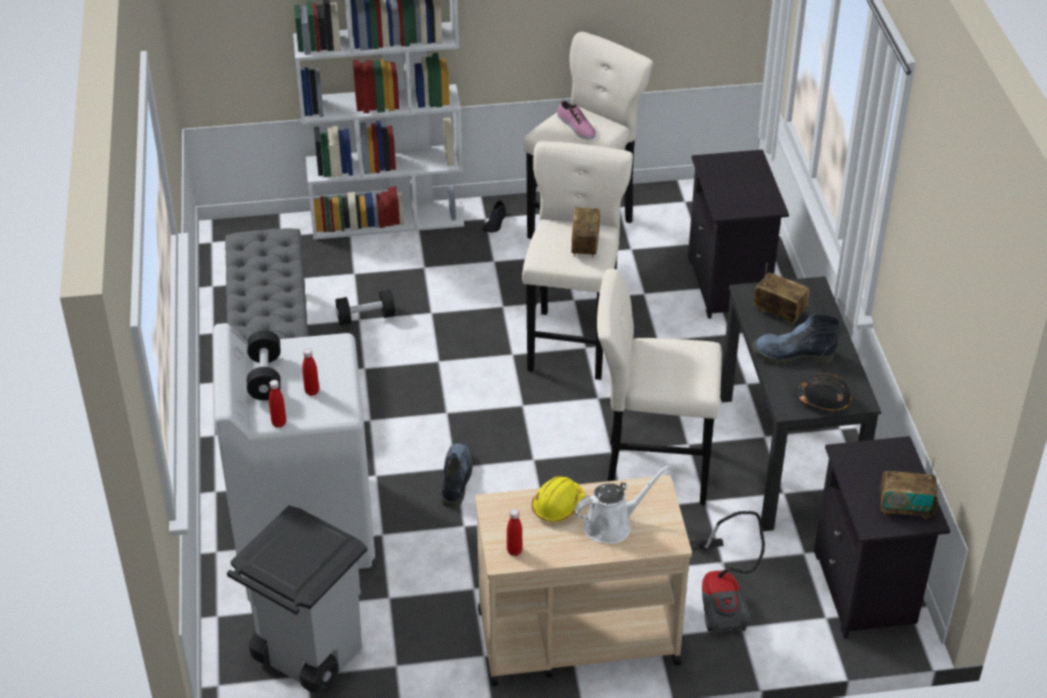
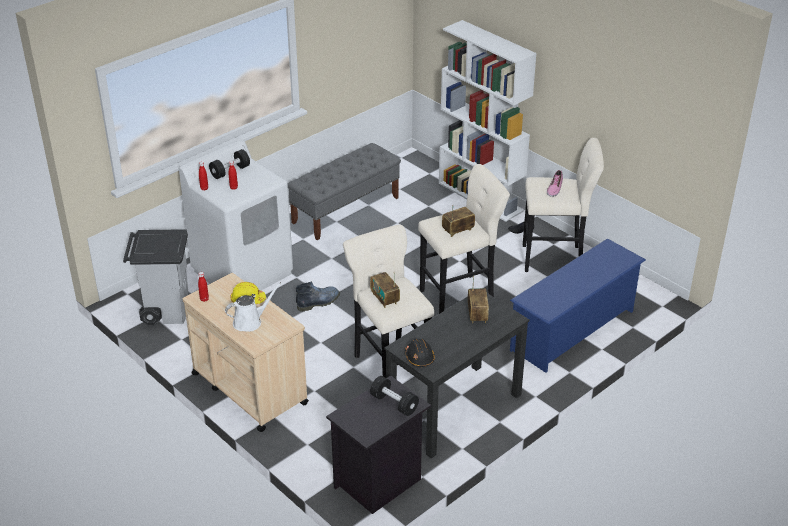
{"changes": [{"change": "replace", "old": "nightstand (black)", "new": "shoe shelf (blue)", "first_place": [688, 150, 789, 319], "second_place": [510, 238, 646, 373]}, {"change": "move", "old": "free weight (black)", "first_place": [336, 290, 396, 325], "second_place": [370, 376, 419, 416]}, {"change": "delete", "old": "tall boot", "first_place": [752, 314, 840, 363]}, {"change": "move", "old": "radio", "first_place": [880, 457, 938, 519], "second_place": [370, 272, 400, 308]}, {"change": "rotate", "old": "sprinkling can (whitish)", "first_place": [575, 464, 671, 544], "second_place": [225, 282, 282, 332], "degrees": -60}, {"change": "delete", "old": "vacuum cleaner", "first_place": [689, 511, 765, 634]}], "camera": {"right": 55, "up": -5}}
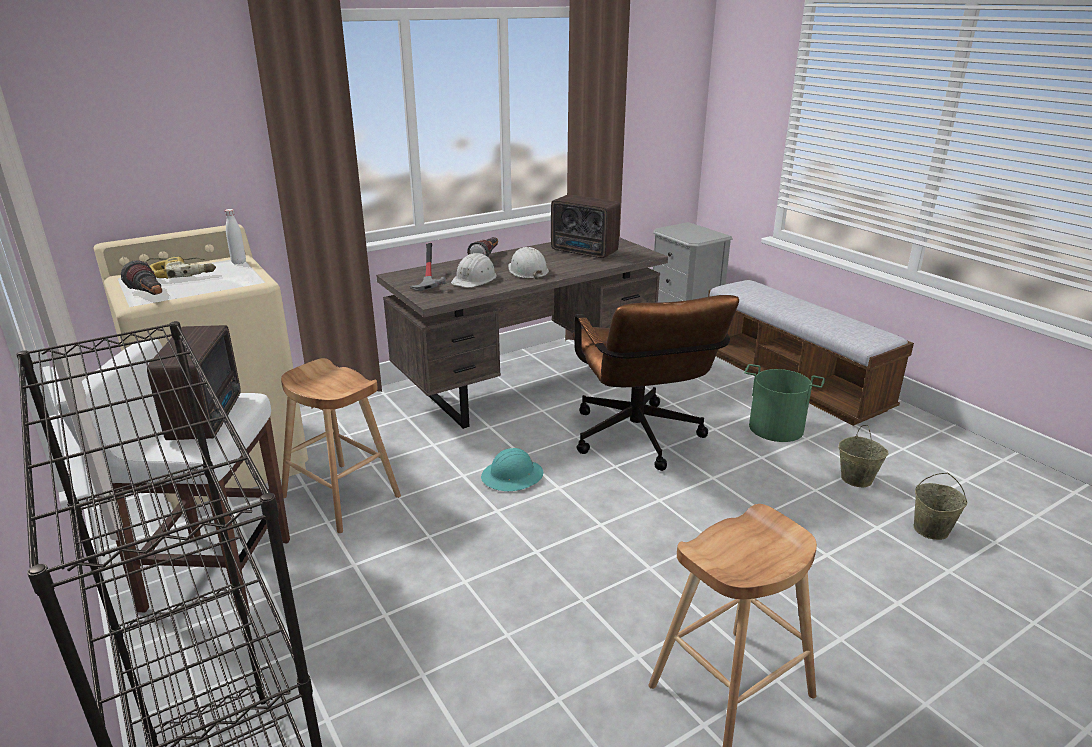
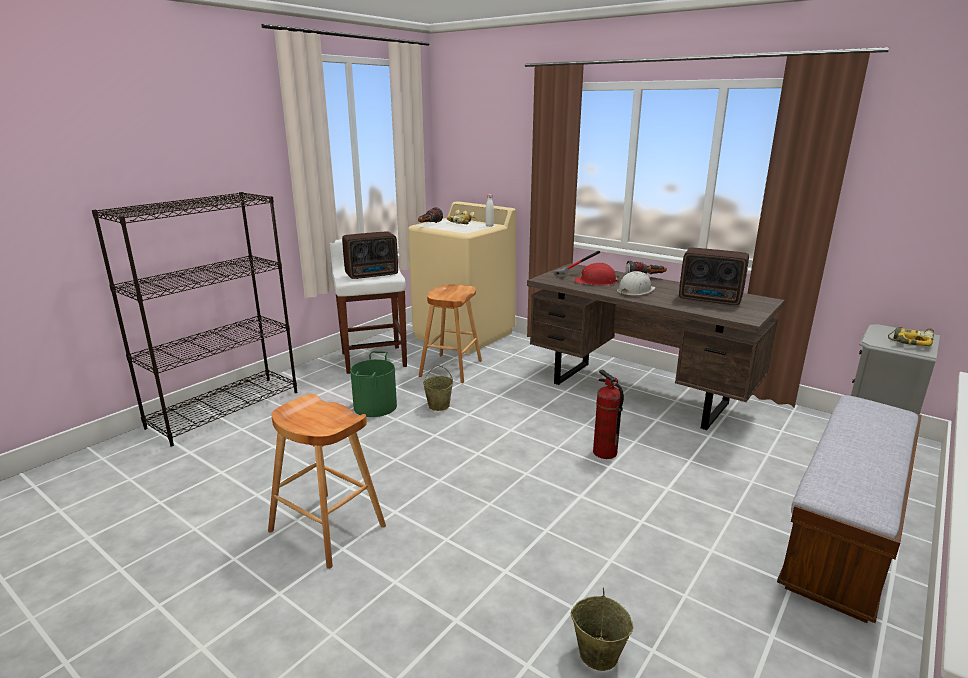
{"changes": [{"change": "rotate", "old": "radio", "first_place": [551, 195, 620, 258], "second_place": [679, 248, 749, 305], "degrees": -75}, {"change": "recolor", "old": "safety helmet (whitish)", "new": "safety helmet (reddish)", "first_place": [451, 253, 497, 288], "second_place": [575, 263, 620, 285]}, {"change": "replace", "old": "computer chair (brownish)", "new": "extinguisher", "first_place": [572, 295, 739, 471], "second_place": [593, 370, 624, 459]}, {"change": "move", "old": "water bucket (green)", "first_place": [744, 364, 825, 442], "second_place": [350, 351, 397, 417]}, {"change": "move", "old": "water bucket (beige-coloured)", "first_place": [838, 425, 888, 487], "second_place": [423, 365, 453, 411]}, {"change": "delete", "old": "safety helmet (turquoise-coloured)", "first_place": [481, 448, 543, 491]}, {"change": "insert", "new": "electric drill", "second_place": [888, 327, 934, 346]}], "camera": {"right": 70, "up": -5}}
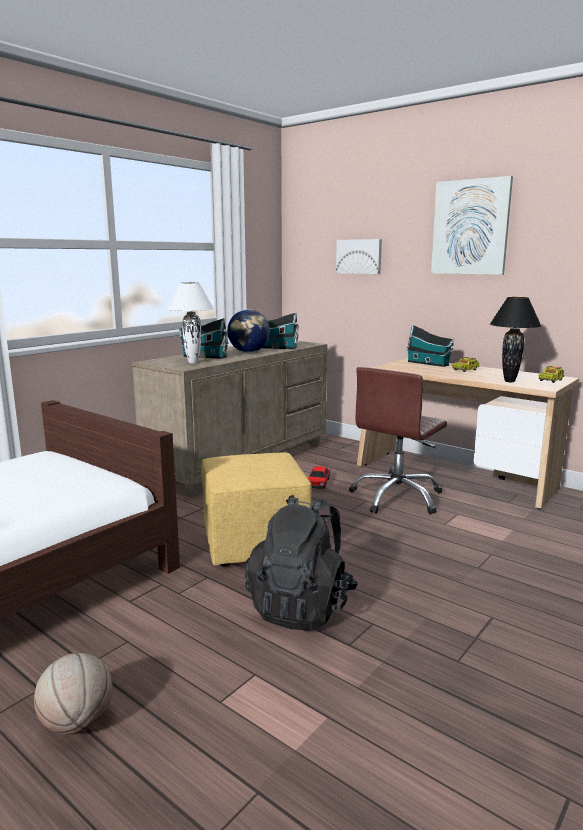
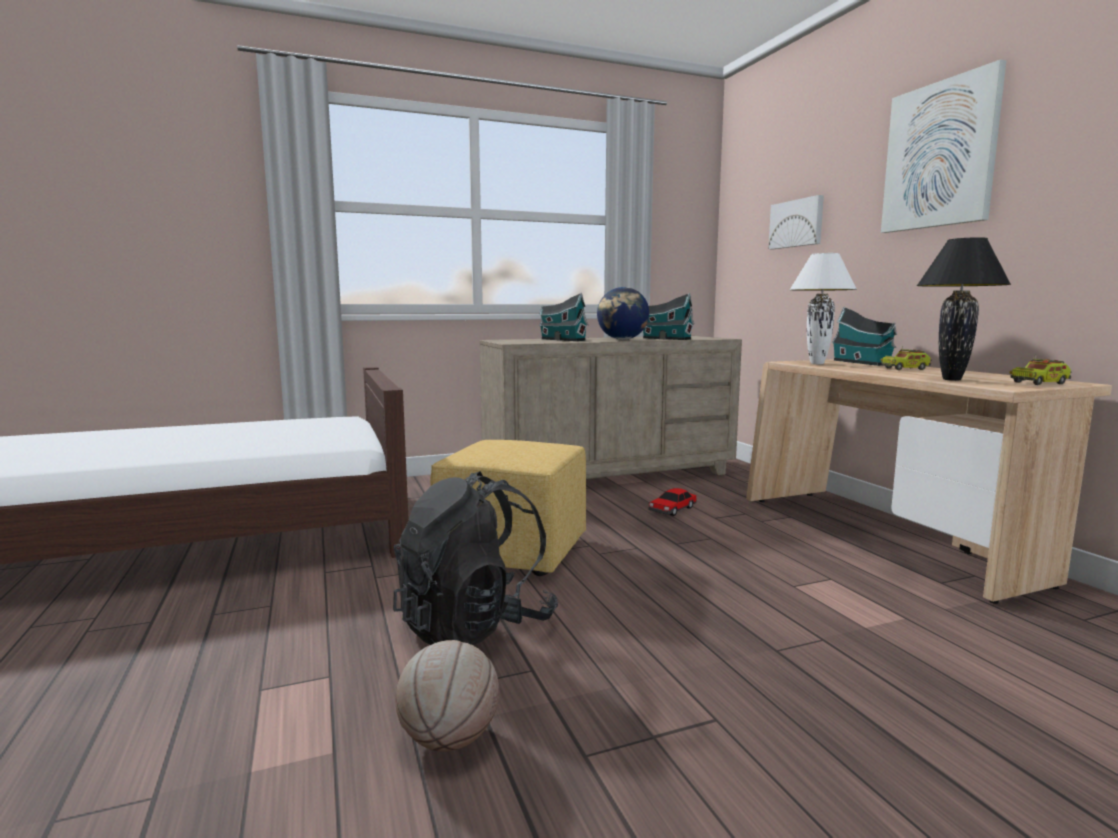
{"changes": [{"change": "move", "old": "lamp for a table (whitish)", "first_place": [168, 282, 214, 364], "second_place": [789, 253, 857, 364]}, {"change": "delete", "old": "computer chair (brownish)", "first_place": [349, 367, 447, 514]}, {"change": "move", "old": "basketball ball", "first_place": [34, 653, 113, 735], "second_place": [396, 640, 499, 752]}], "camera": {"right": 30, "up": -5}}
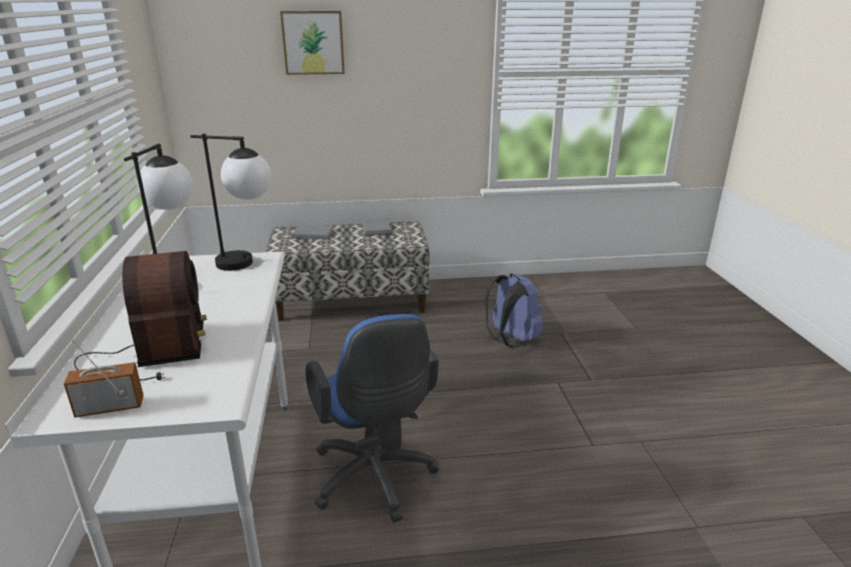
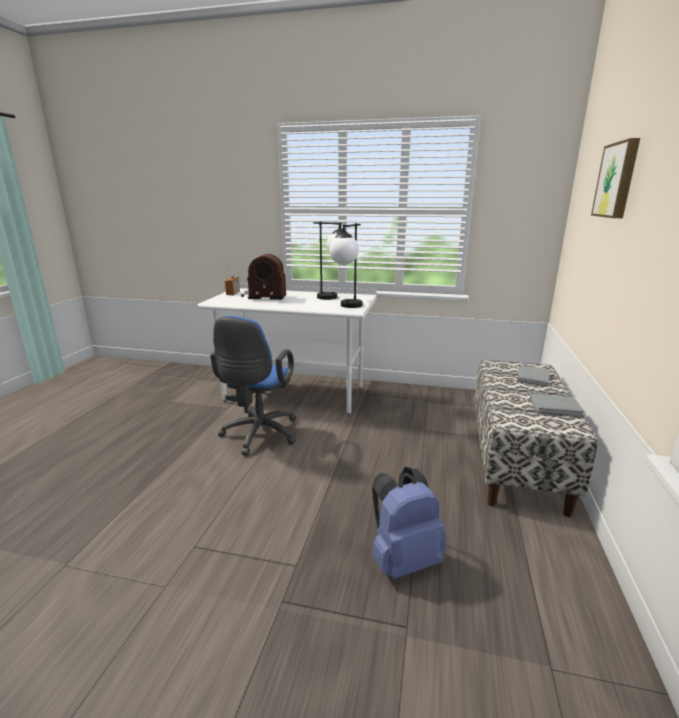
{"changes": [{"change": "rotate", "old": "computer chair (blue)", "first_place": [306, 314, 440, 523], "second_place": [210, 316, 297, 456], "degrees": -75}], "camera": {"right": 110, "up": -5}}
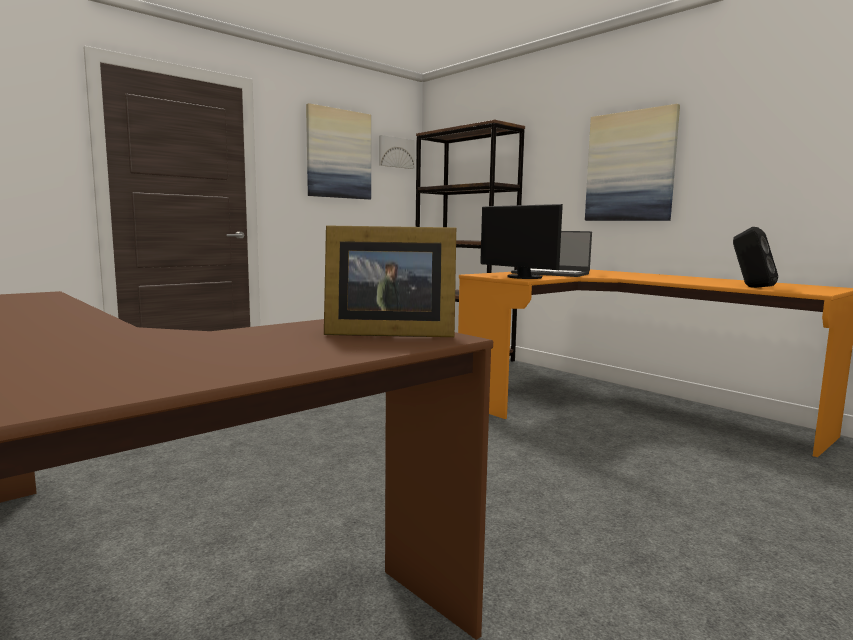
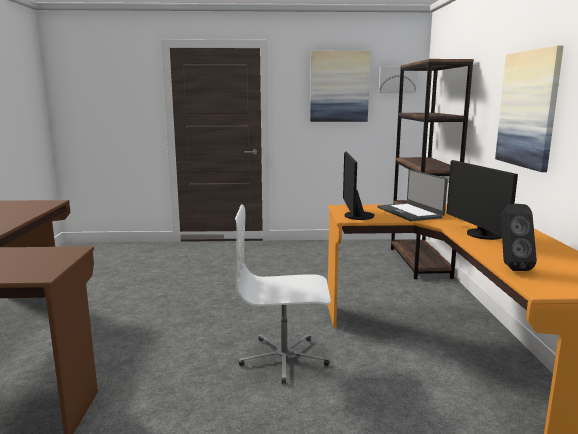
{"changes": [{"change": "delete", "old": "picture frame", "first_place": [324, 225, 456, 337]}, {"change": "insert", "new": "computer screen", "second_place": [446, 160, 518, 240]}, {"change": "insert", "new": "computer chair (whitish)", "second_place": [235, 204, 331, 384]}], "camera": {"right": 40, "up": 5}}
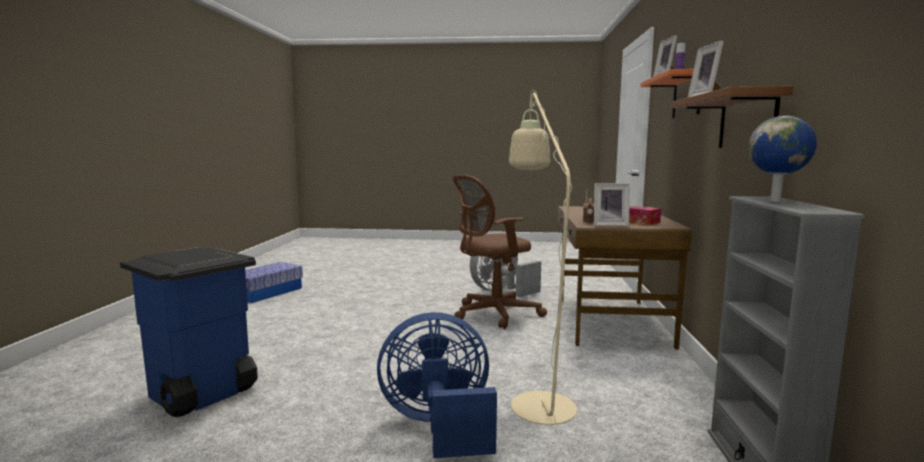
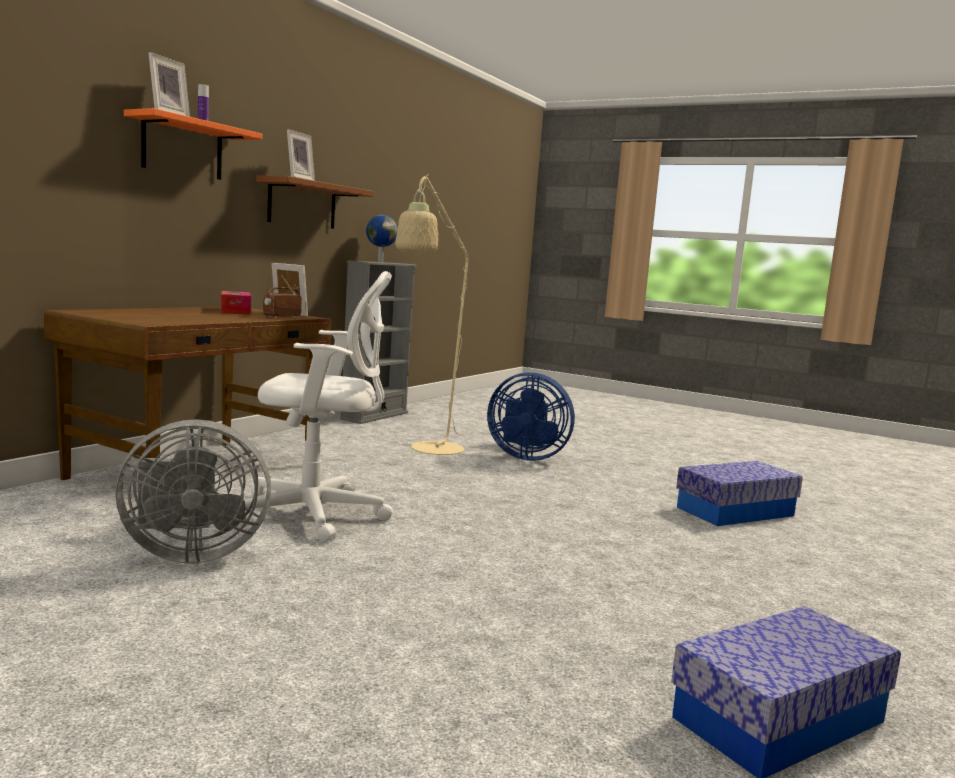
{"changes": [{"change": "recolor", "old": "computer chair (brownish)", "new": "computer chair (whitish)", "first_place": [453, 175, 547, 329], "second_place": [238, 271, 393, 542]}, {"change": "replace", "old": "waste bin (blue)", "new": "storage box", "first_place": [120, 248, 258, 417], "second_place": [676, 461, 803, 526]}], "camera": {"right": -155, "up": 0}}
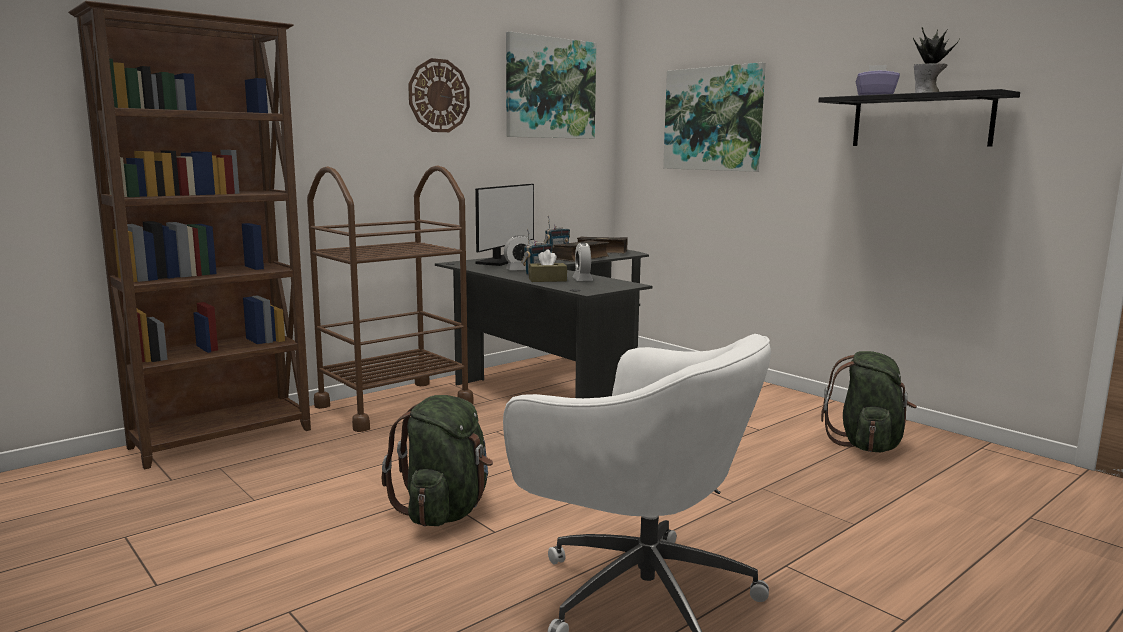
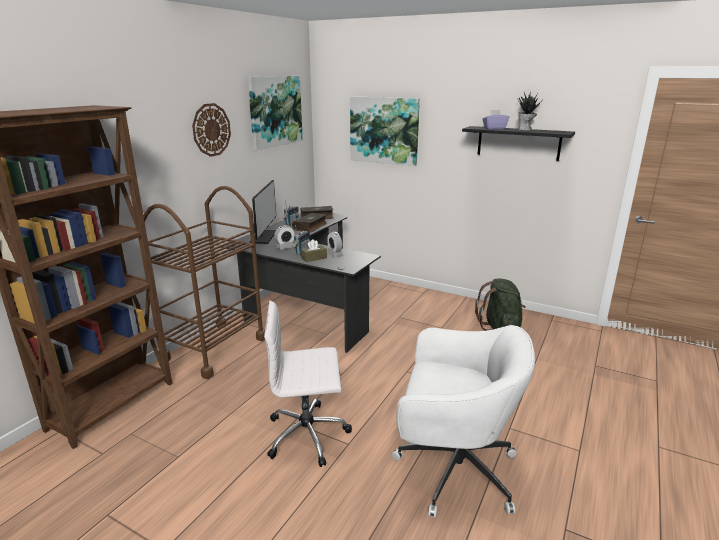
{"changes": [{"change": "replace", "old": "knapsack (green)", "new": "computer chair (whitish)", "first_place": [382, 395, 493, 526], "second_place": [264, 301, 352, 467]}], "camera": {"right": -20, "up": 10}}
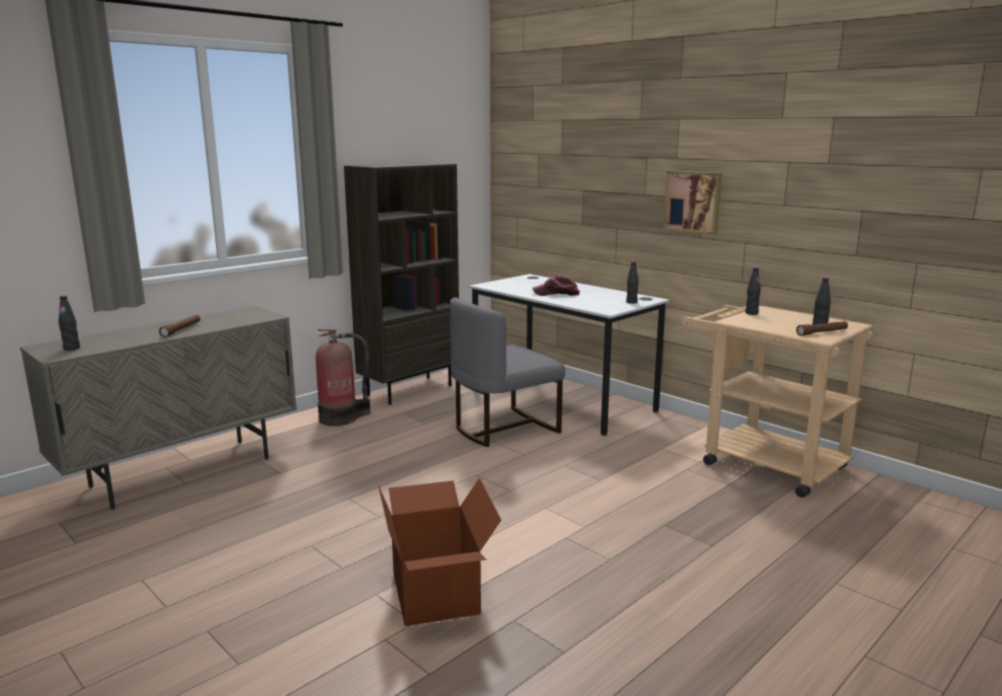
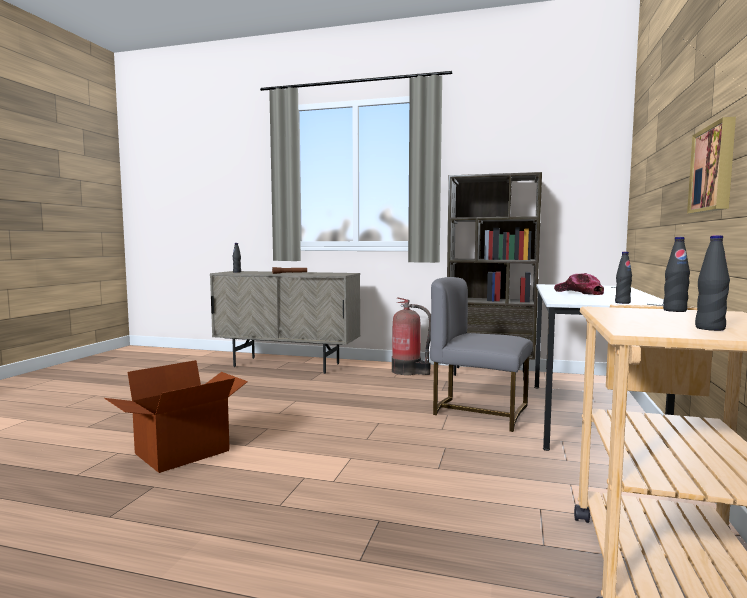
{"changes": [{"change": "delete", "old": "hand torch (brownish)", "first_place": [796, 321, 848, 336]}], "camera": {"right": 60, "up": -10}}
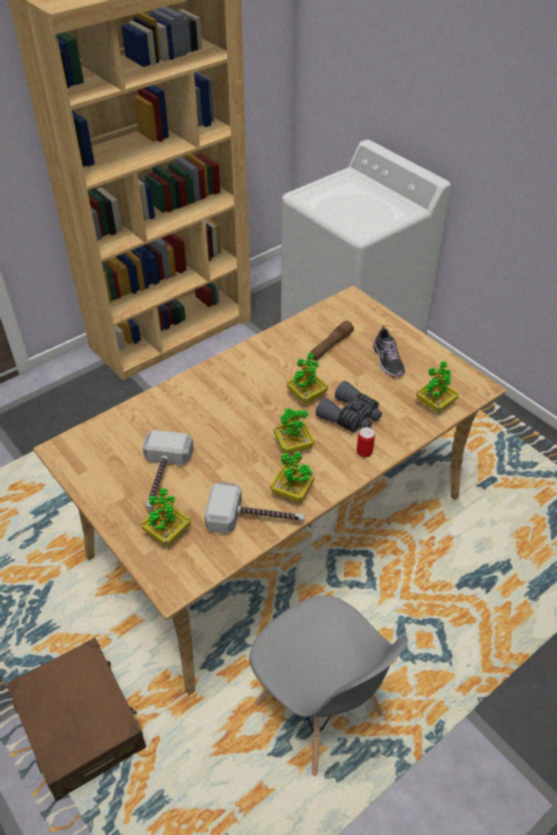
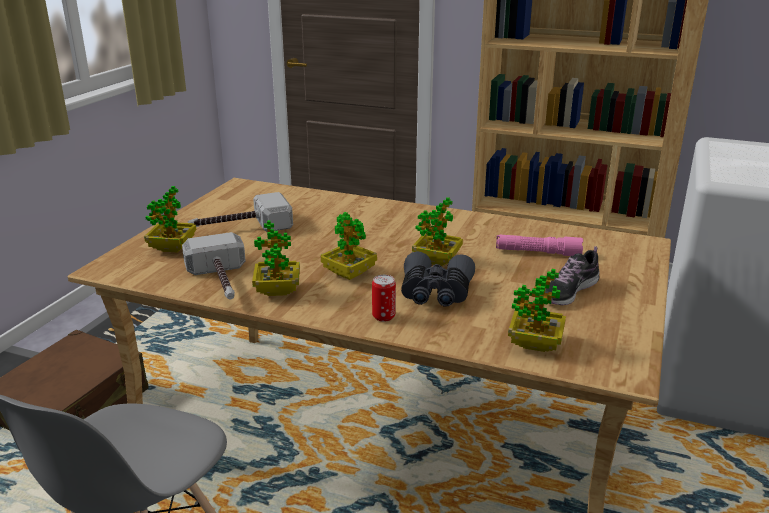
{"changes": [{"change": "recolor", "old": "hand torch (brownish)", "new": "hand torch (pink)", "first_place": [309, 321, 354, 361], "second_place": [496, 235, 583, 256]}], "camera": {"right": 60, "up": -20}}
